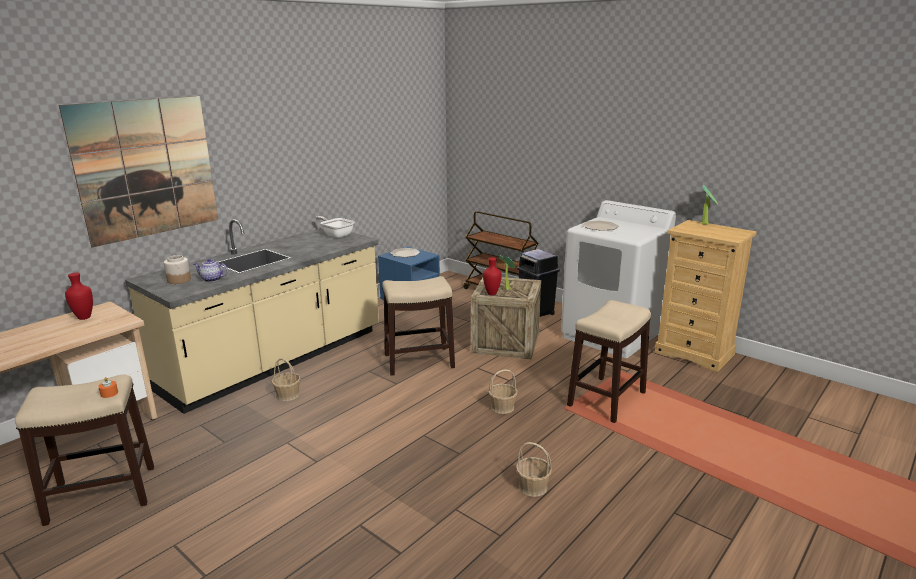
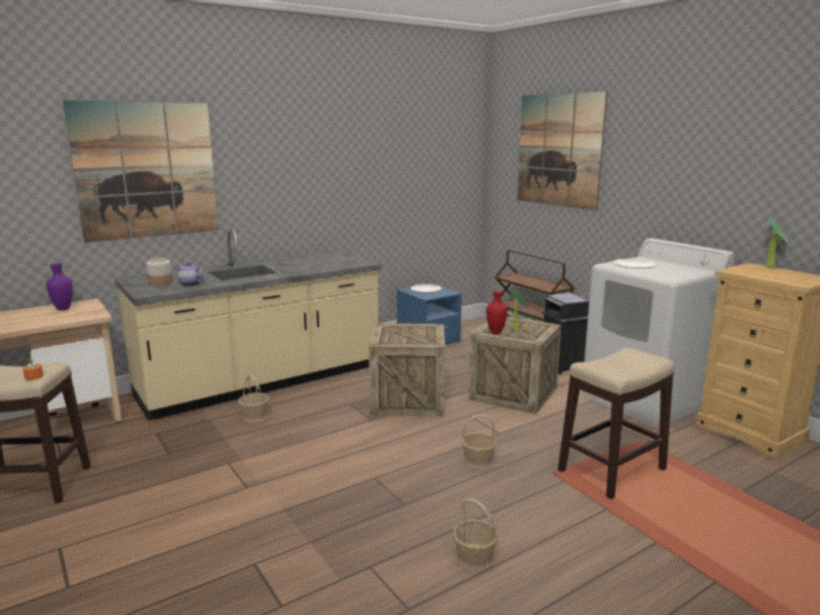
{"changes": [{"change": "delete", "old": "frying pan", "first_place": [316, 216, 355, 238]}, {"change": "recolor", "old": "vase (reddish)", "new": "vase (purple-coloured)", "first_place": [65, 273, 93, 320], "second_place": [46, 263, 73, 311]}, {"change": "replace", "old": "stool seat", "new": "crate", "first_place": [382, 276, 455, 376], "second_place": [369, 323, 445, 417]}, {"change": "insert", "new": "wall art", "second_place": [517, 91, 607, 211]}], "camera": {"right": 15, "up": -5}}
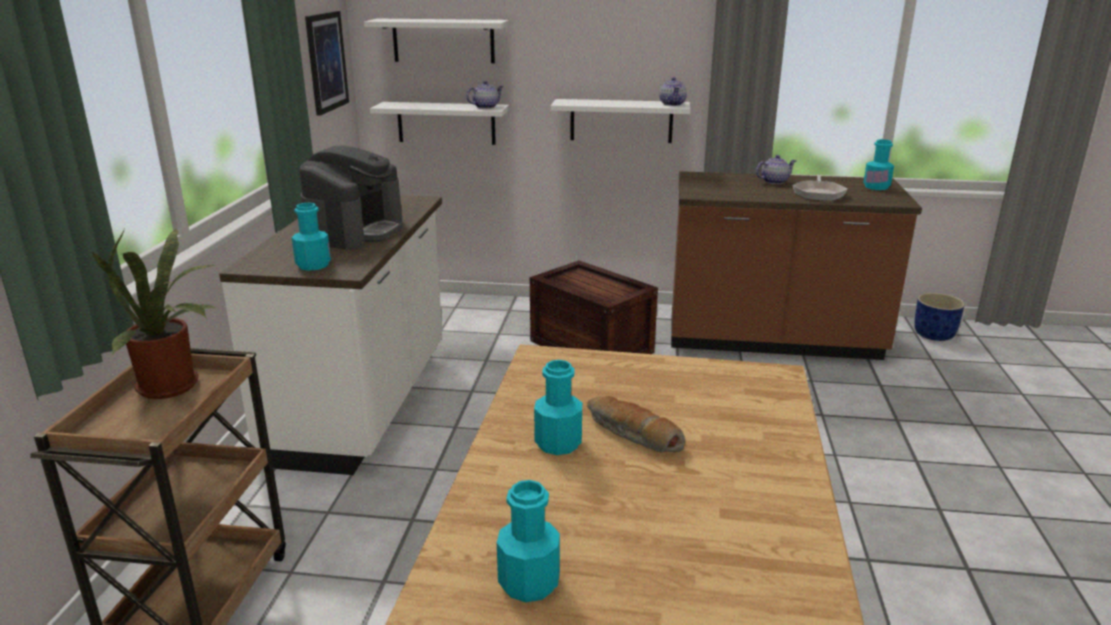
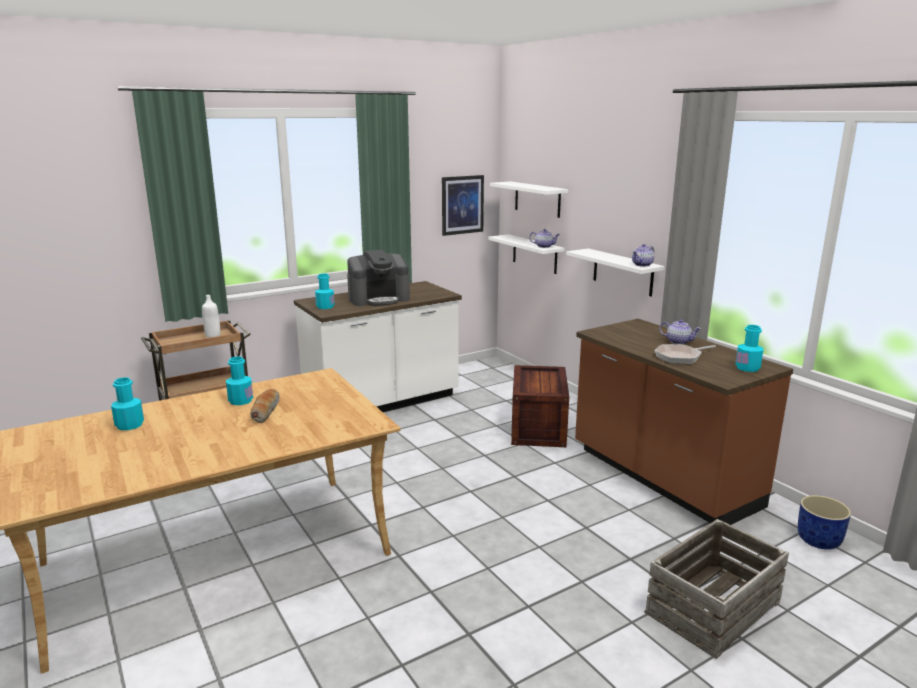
{"changes": [{"change": "replace", "old": "plant in a pot", "new": "bottle (whitish)", "first_place": [93, 228, 219, 399], "second_place": [202, 295, 220, 338]}, {"change": "insert", "new": "crate", "second_place": [644, 519, 789, 659]}], "camera": {"right": 50, "up": -5}}
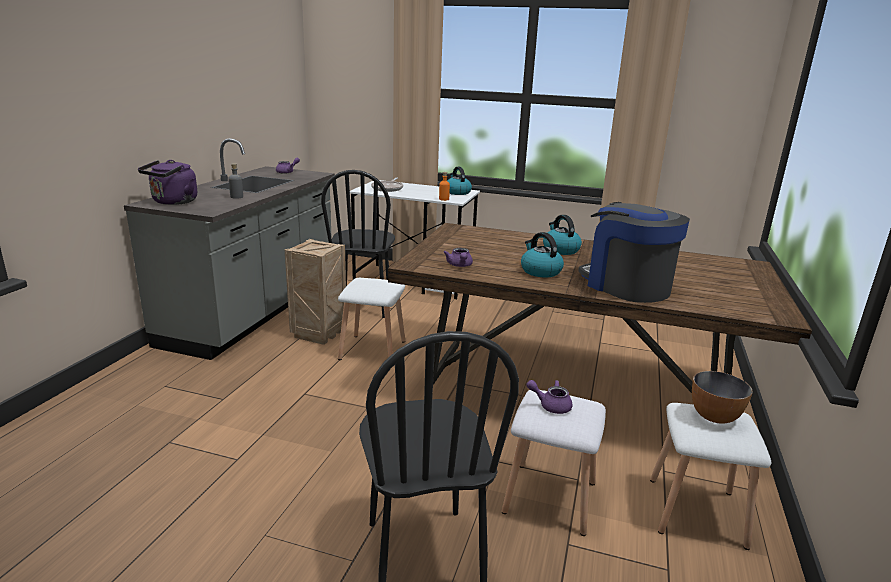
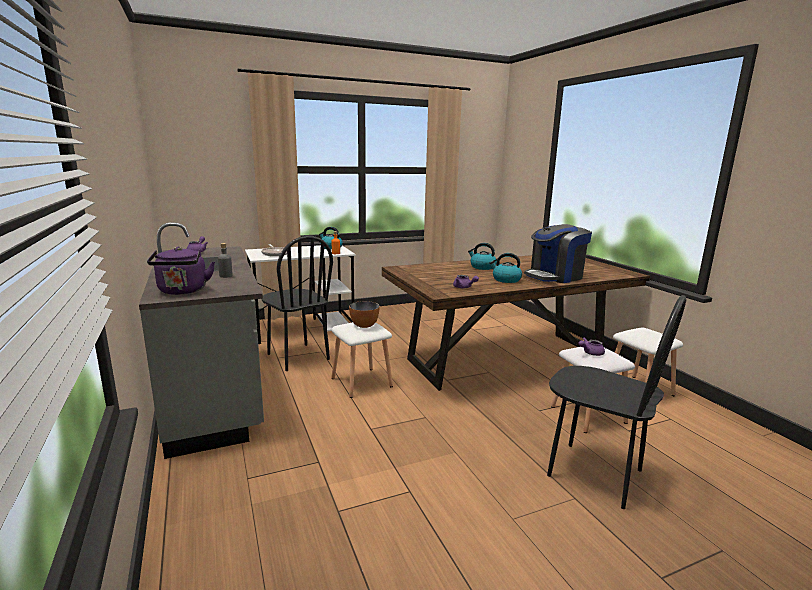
{"changes": [{"change": "rotate", "old": "coffee machine", "first_place": [578, 202, 690, 303], "second_place": [524, 224, 592, 283], "degrees": -45}, {"change": "delete", "old": "crate", "first_place": [285, 239, 346, 345]}, {"change": "move", "old": "bowl", "first_place": [692, 371, 753, 424], "second_place": [349, 301, 380, 328]}], "camera": {"right": -40, "up": -5}}
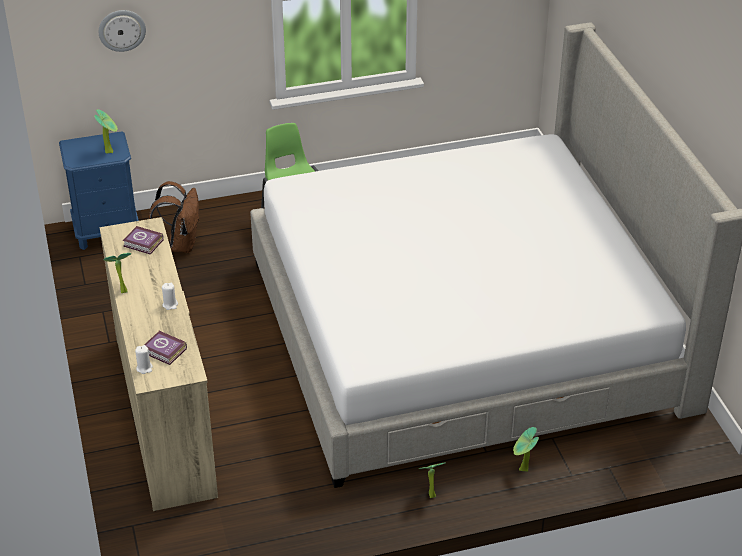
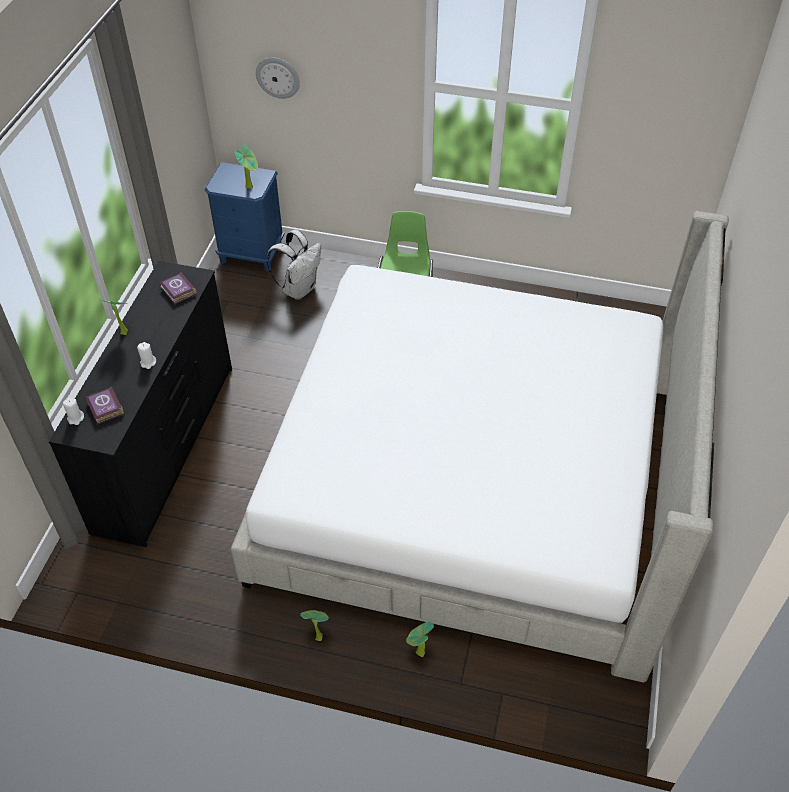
{"changes": [{"change": "recolor", "old": "knapsack (brownish)", "new": "knapsack (whitish)", "first_place": [149, 181, 200, 253], "second_place": [267, 230, 321, 300]}, {"change": "recolor", "old": "drawer chest (beige-coloured)", "new": "drawer chest (black)", "first_place": [99, 217, 218, 511], "second_place": [49, 261, 232, 547]}], "camera": {"right": 30, "up": 10}}
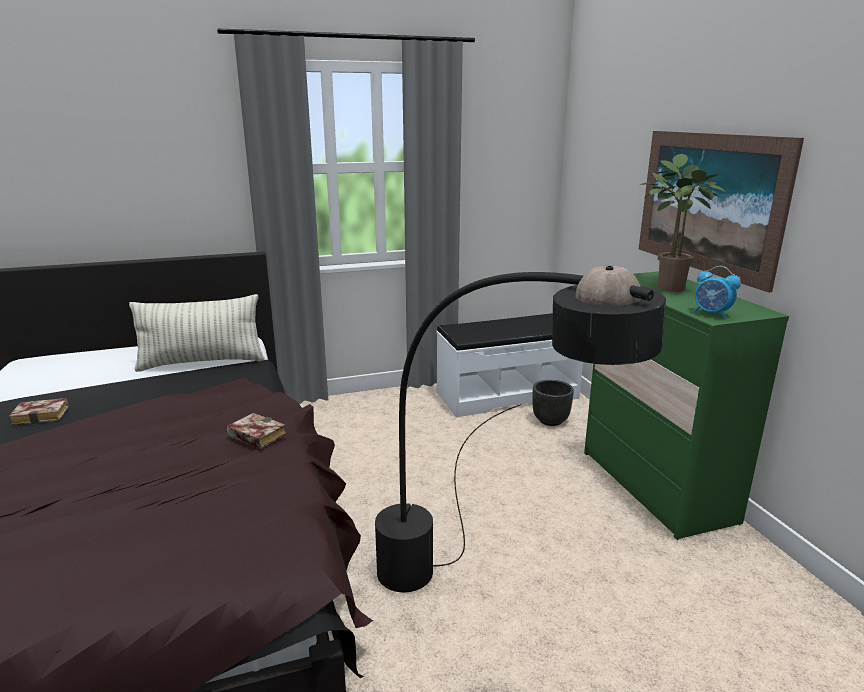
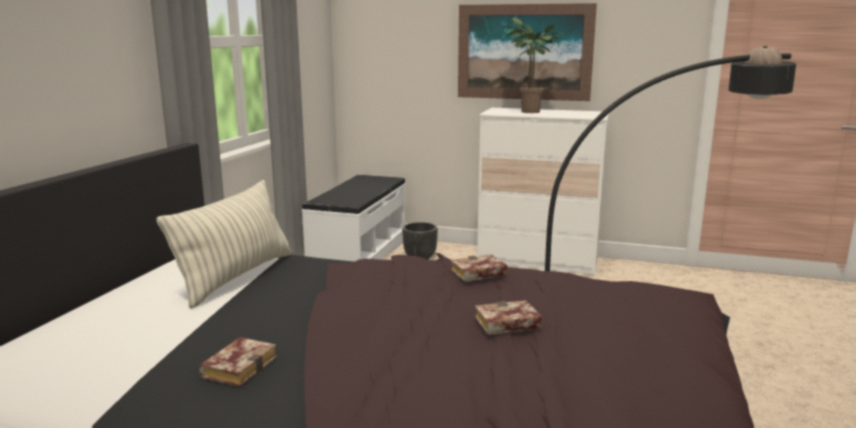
{"changes": [{"change": "delete", "old": "alarm clock", "first_place": [694, 266, 741, 319]}, {"change": "recolor", "old": "drawer chest (green)", "new": "drawer chest (whitish)", "first_place": [584, 271, 789, 540], "second_place": [477, 108, 609, 276]}, {"change": "insert", "new": "volume", "second_place": [475, 300, 543, 335]}], "camera": {"right": -55, "up": -5}}
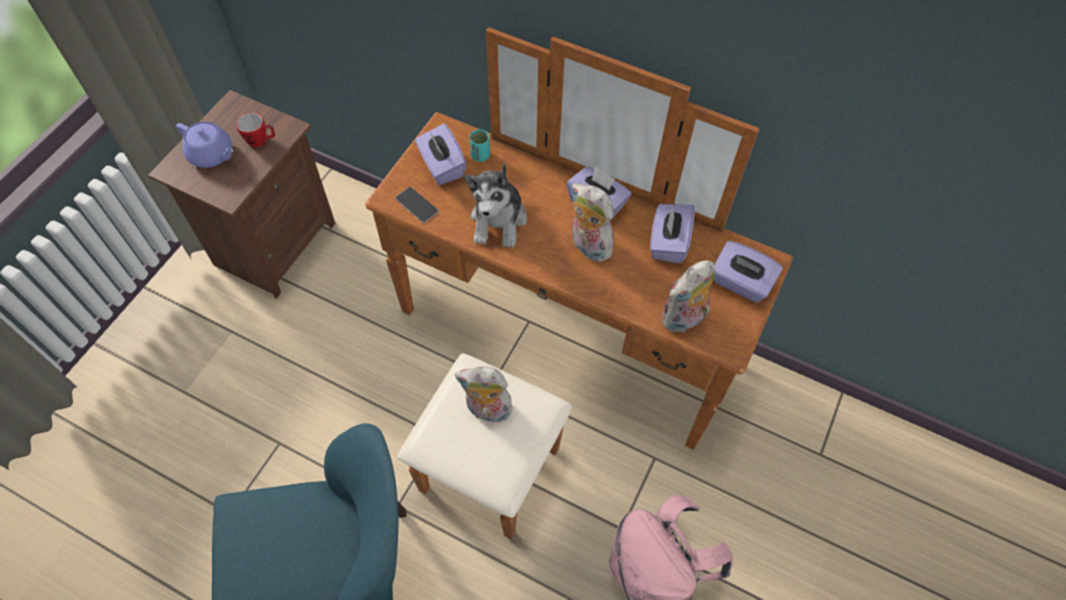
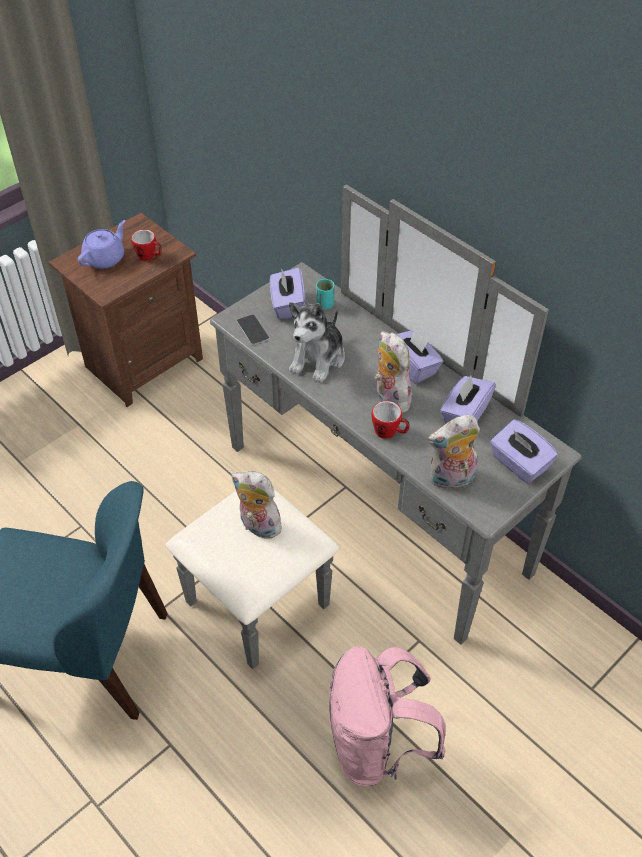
{"changes": [{"change": "recolor", "old": "drawer chest (brownish)", "new": "drawer chest (greyish)", "first_place": [365, 27, 793, 539], "second_place": [166, 185, 582, 669]}, {"change": "rotate", "old": "tea pot (purple-coloured)", "first_place": [176, 121, 233, 168], "second_place": [78, 220, 125, 269], "degrees": -105}, {"change": "insert", "new": "coffee mug", "second_place": [372, 401, 410, 439]}], "camera": {"right": 20, "up": -10}}
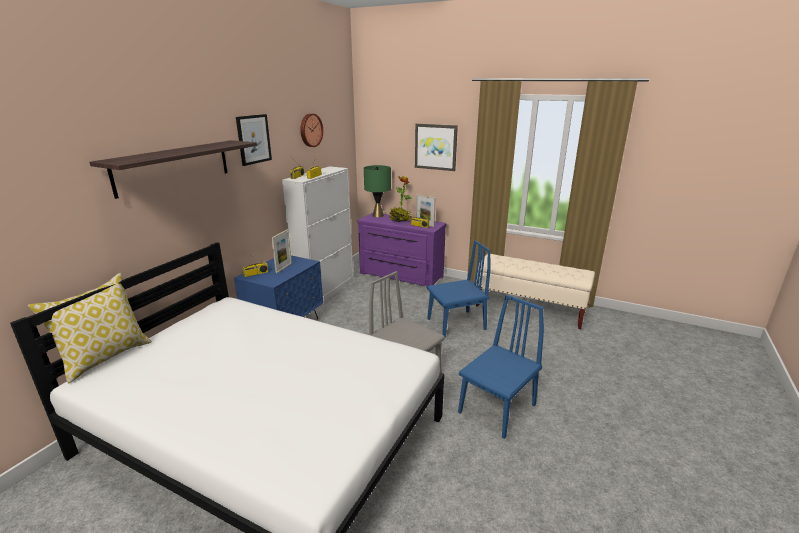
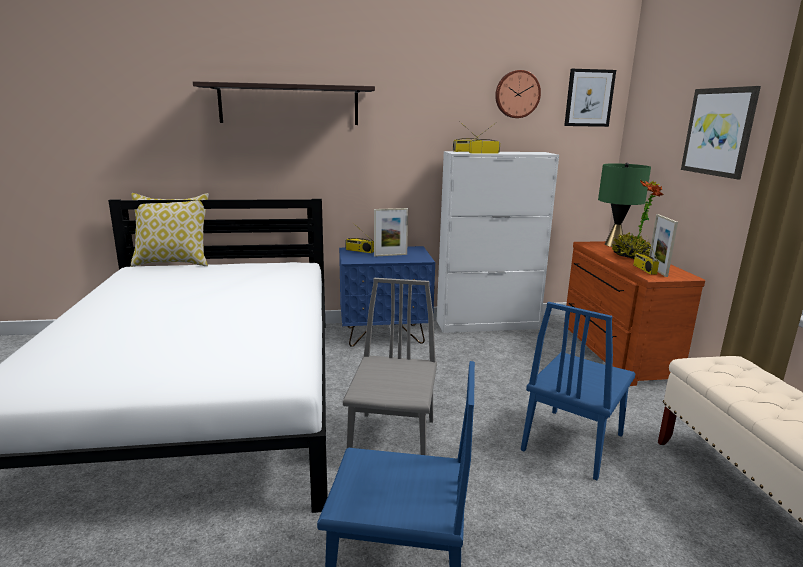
{"changes": [{"change": "move", "old": "wall art", "first_place": [236, 114, 272, 166], "second_place": [564, 69, 616, 127]}, {"change": "recolor", "old": "drawer chest (purple-coloured)", "new": "drawer chest (brownish)", "first_place": [358, 213, 446, 288], "second_place": [564, 241, 705, 386]}, {"change": "rotate", "old": "plain chair (blue)", "first_place": [427, 240, 491, 338], "second_place": [521, 302, 635, 480], "degrees": 90}], "camera": {"right": 55, "up": -5}}
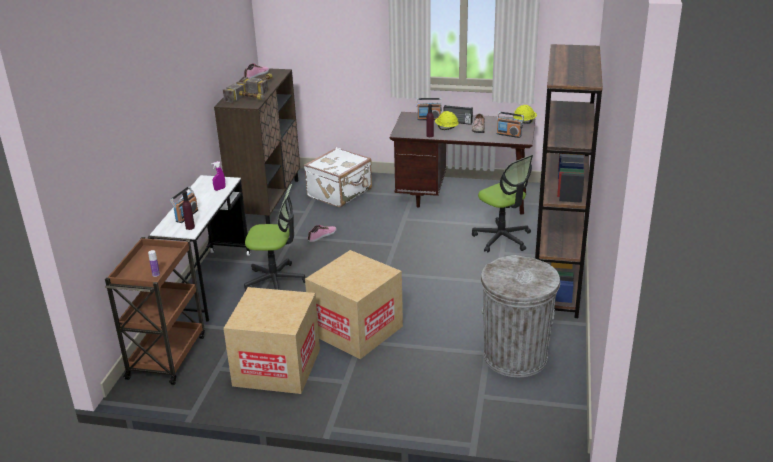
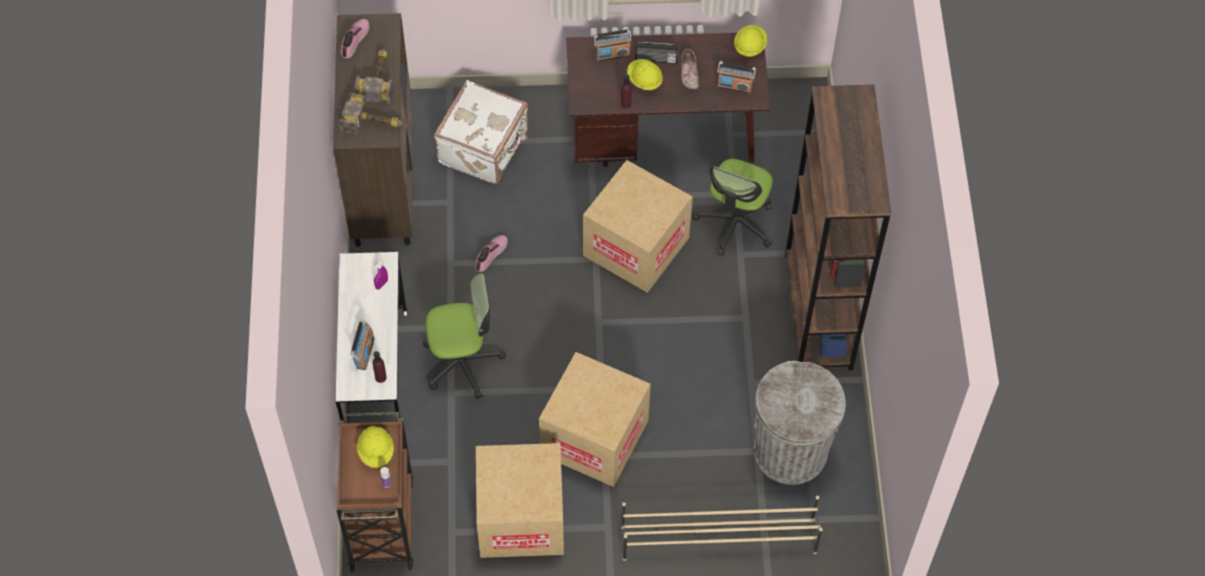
{"changes": [{"change": "rotate", "old": "computer chair", "first_place": [472, 155, 533, 252], "second_place": [692, 159, 773, 256], "degrees": 75}, {"change": "insert", "new": "cardboard box", "second_place": [583, 160, 693, 293]}, {"change": "insert", "new": "safety helmet (yellow-coloured)", "second_place": [357, 426, 394, 468]}, {"change": "insert", "new": "shoe shelf (beige-coloured)", "second_place": [621, 496, 823, 561]}], "camera": {"right": -15, "up": 30}}
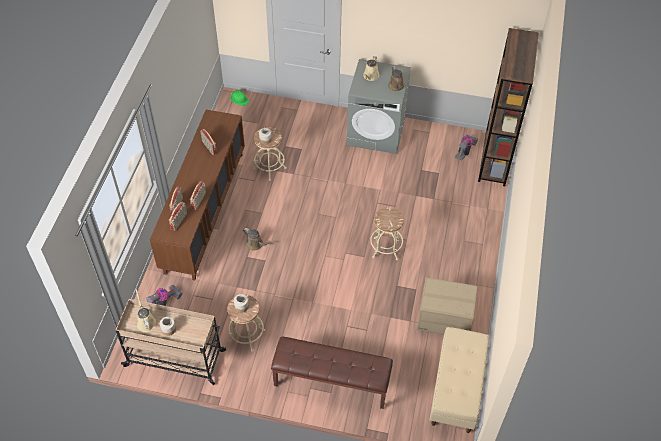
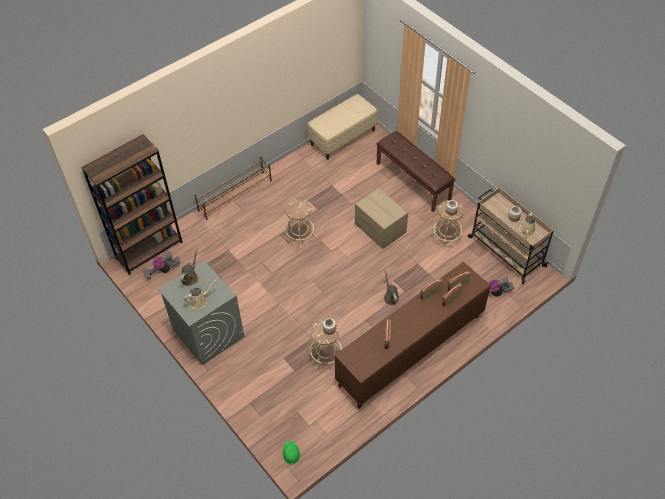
{"changes": [{"change": "move", "old": "cardboard box", "first_place": [417, 277, 478, 335], "second_place": [355, 188, 408, 249]}, {"change": "insert", "new": "shoe shelf (brownish)", "second_place": [195, 157, 272, 220]}], "camera": {"right": -140, "up": 0}}
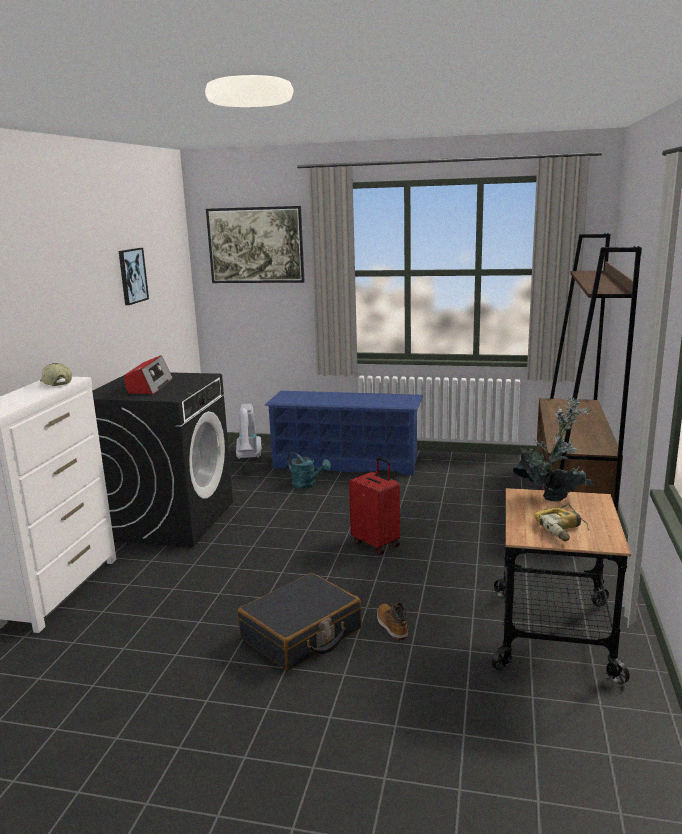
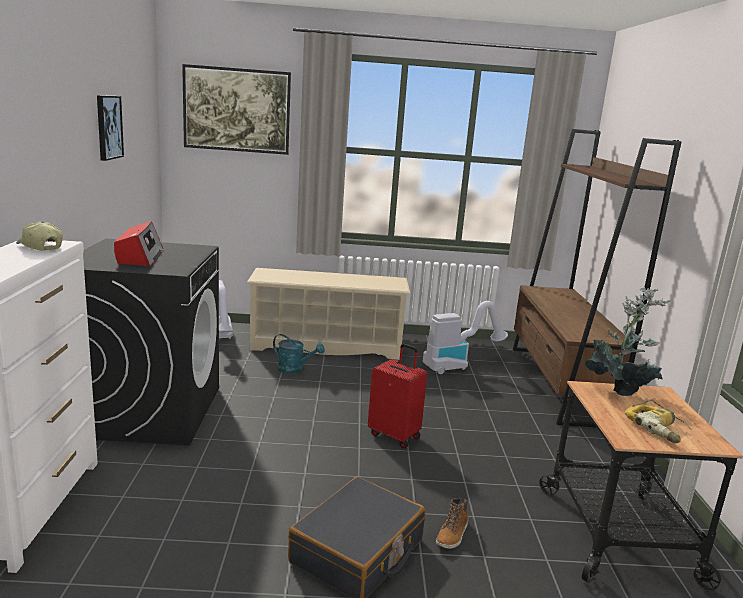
{"changes": [{"change": "recolor", "old": "shoe shelf (blue)", "new": "shoe shelf (beige-coloured)", "first_place": [265, 391, 423, 476], "second_place": [247, 268, 410, 360]}, {"change": "rotate", "old": "tall boot", "first_place": [377, 602, 408, 640], "second_place": [436, 498, 468, 549], "degrees": -120}, {"change": "insert", "new": "vacuum cleaner", "second_place": [423, 301, 508, 374]}], "camera": {"right": -15, "up": 0}}
